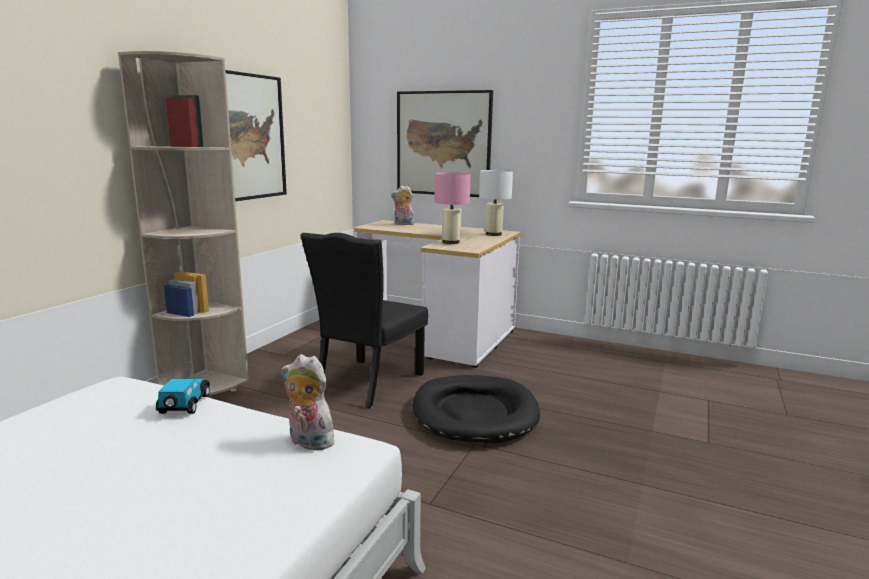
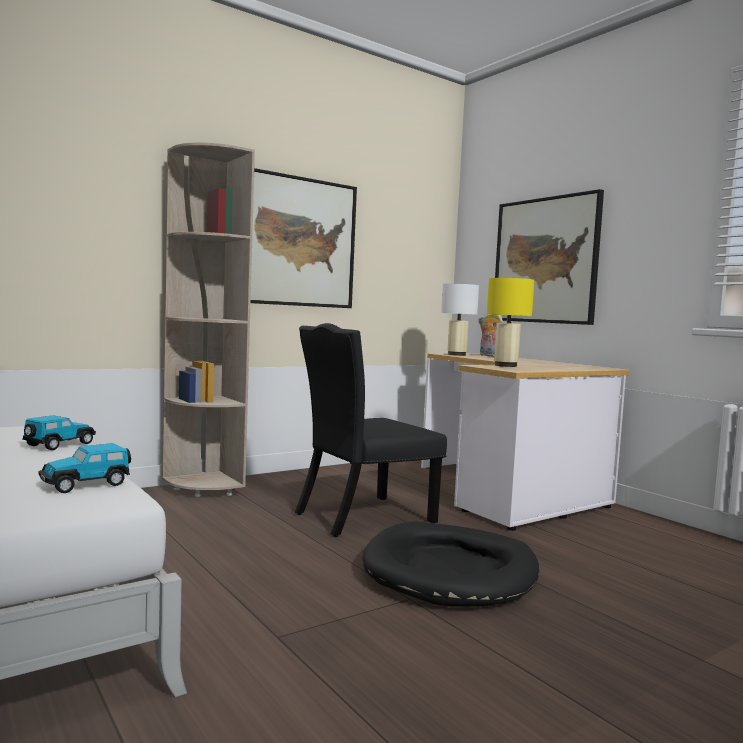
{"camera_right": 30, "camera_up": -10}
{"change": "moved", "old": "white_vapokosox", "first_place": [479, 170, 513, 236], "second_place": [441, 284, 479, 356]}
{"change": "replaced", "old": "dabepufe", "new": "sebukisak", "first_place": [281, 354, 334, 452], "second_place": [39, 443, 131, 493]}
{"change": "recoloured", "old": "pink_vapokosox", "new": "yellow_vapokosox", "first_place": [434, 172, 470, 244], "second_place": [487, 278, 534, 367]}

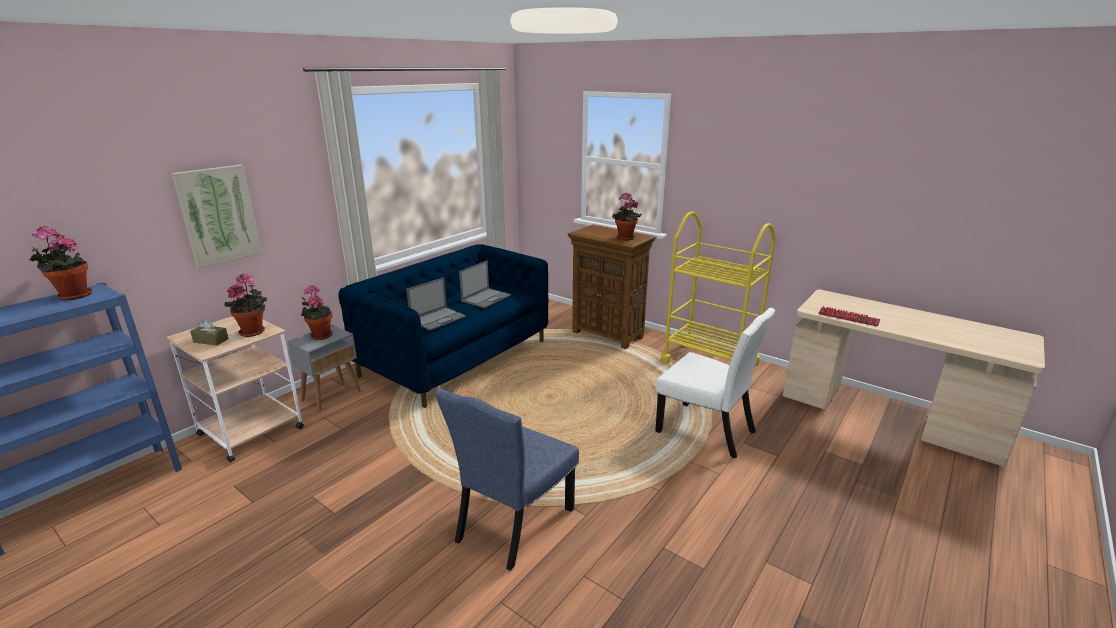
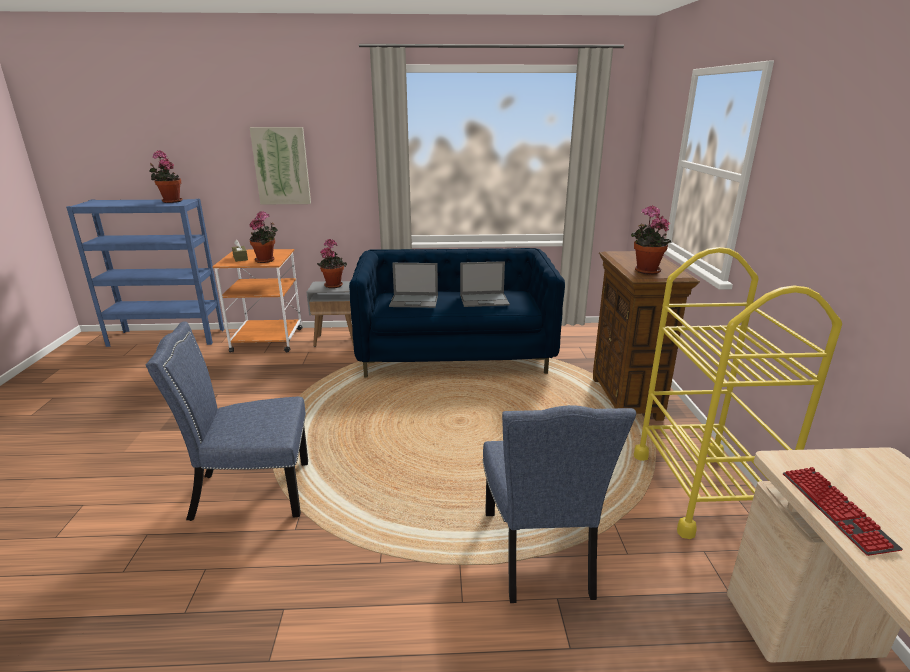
{"camera_right": 50, "camera_up": 0}
{"change": "recoloured", "old": "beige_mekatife", "new": "orange_mekatife", "first_place": [166, 317, 304, 462], "second_place": [212, 249, 303, 352]}
{"change": "recoloured", "old": "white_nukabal", "new": "blue_nukabal", "first_place": [655, 308, 775, 458], "second_place": [482, 405, 636, 603]}

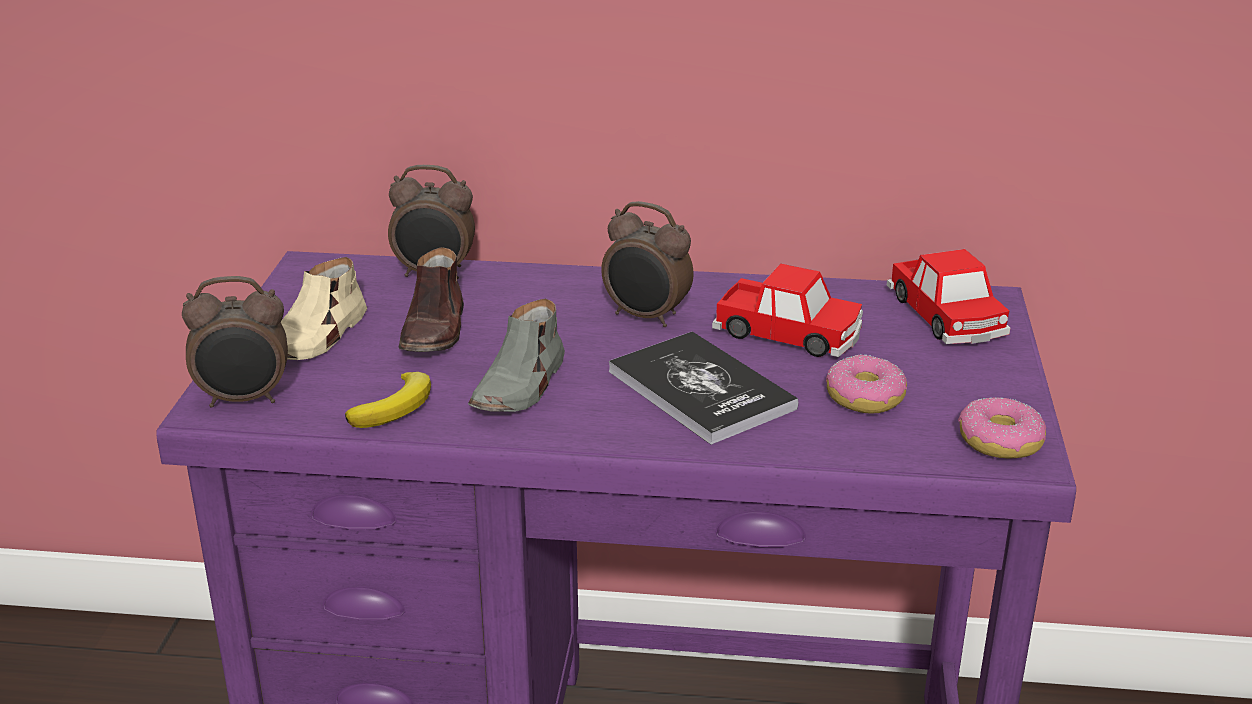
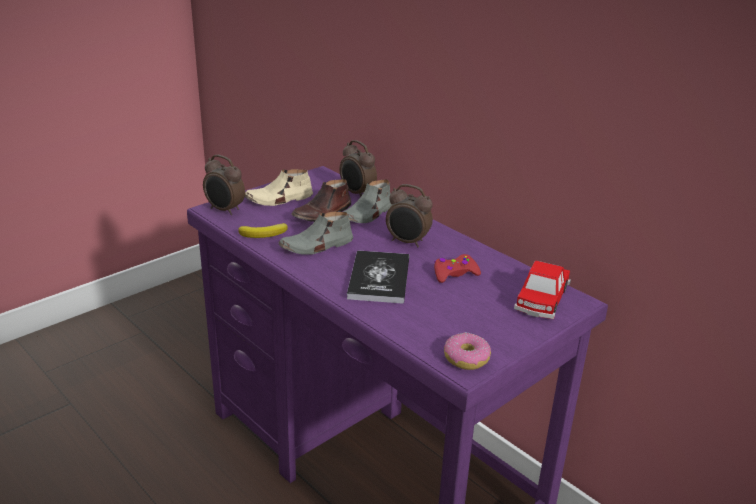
{"camera_right": 40, "camera_up": 0}
{"change": "removed", "old": "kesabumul", "first_place": [826, 354, 907, 414]}
{"change": "added", "new": "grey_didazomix", "second_place": [343, 179, 392, 223]}
{"change": "replaced", "old": "sebukisak", "new": "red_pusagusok", "first_place": [712, 263, 863, 357], "second_place": [434, 254, 481, 283]}
{"change": "turned", "old": "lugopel", "first_place": [601, 201, 694, 327], "second_place": [386, 184, 433, 248], "degrees": -45}

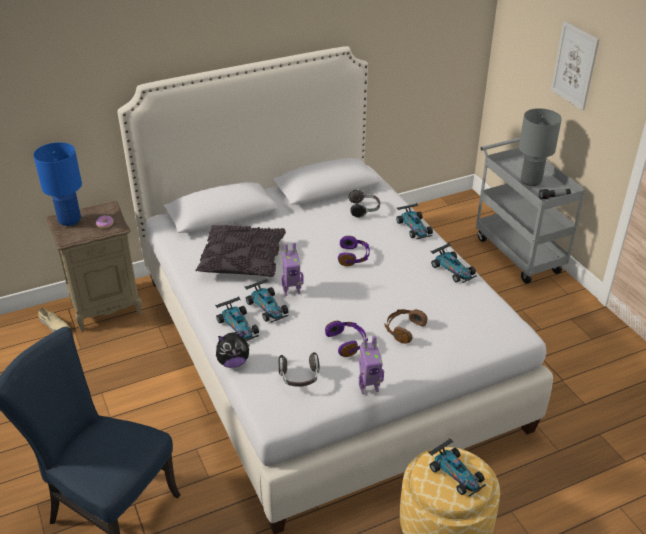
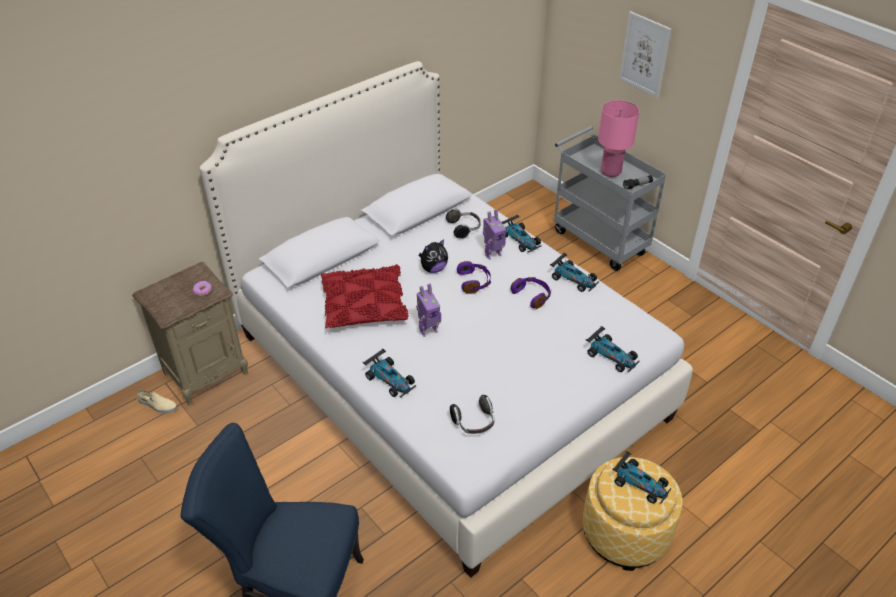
{"camera_right": -15, "camera_up": 5}
{"change": "removed", "old": "blue_vapokosox", "first_place": [33, 142, 82, 226]}
{"change": "removed", "old": "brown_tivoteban", "first_place": [385, 309, 427, 344]}
{"change": "moved", "old": "dabepufe", "first_place": [216, 331, 250, 368], "second_place": [418, 239, 448, 273]}
{"change": "moved", "old": "sebukisak", "first_place": [244, 278, 289, 323], "second_place": [586, 326, 640, 372]}
{"change": "moved", "old": "purple_tivoteban", "first_place": [325, 321, 368, 357], "second_place": [510, 277, 551, 309]}
{"change": "moved", "old": "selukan", "first_place": [358, 336, 384, 394], "second_place": [483, 209, 506, 260]}
{"change": "recoloured", "old": "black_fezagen", "new": "red_fezagen", "first_place": [195, 225, 286, 277], "second_place": [321, 264, 409, 328]}
{"change": "recoloured", "old": "grey_vapokosox", "new": "pink_vapokosox", "first_place": [519, 108, 562, 186], "second_place": [598, 100, 639, 177]}

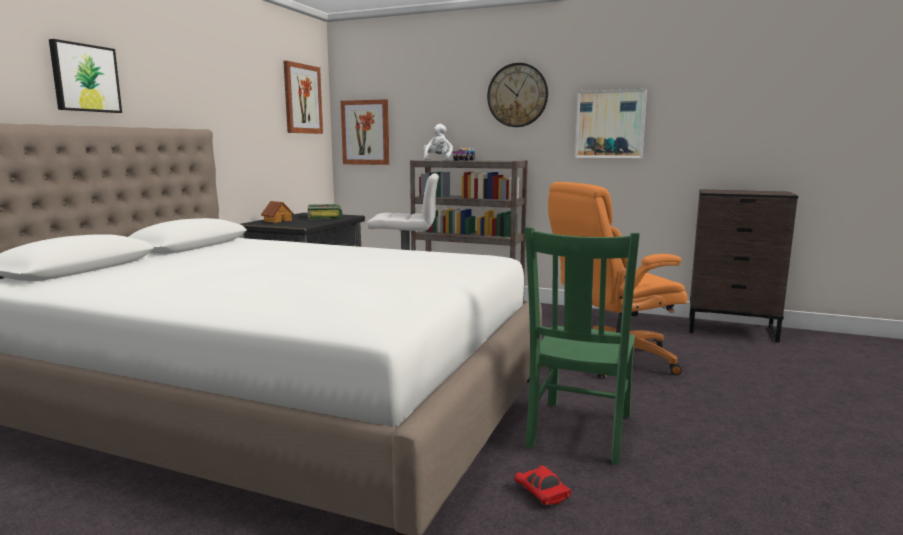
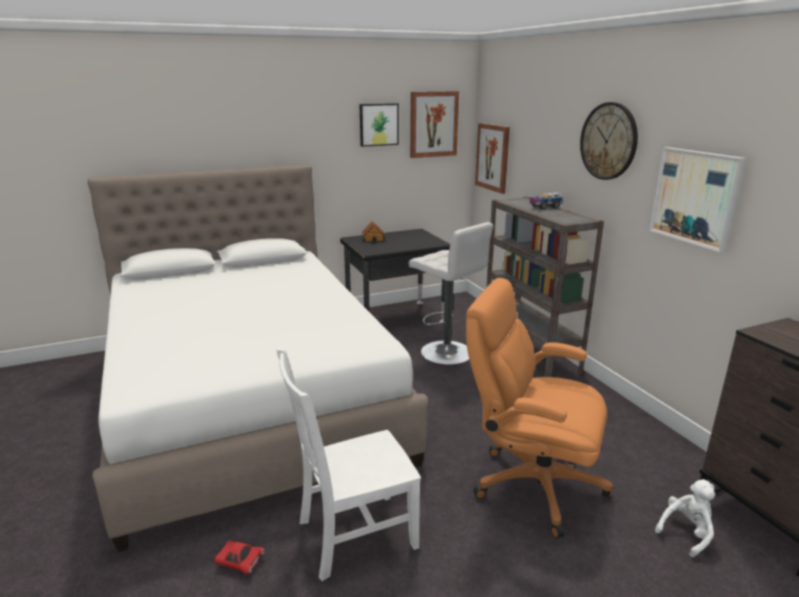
{"camera_right": 45, "camera_up": 10}
{"change": "removed", "old": "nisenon", "first_place": [307, 204, 343, 220]}
{"change": "moved", "old": "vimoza", "first_place": [49, 39, 122, 113], "second_place": [359, 103, 399, 147]}
{"change": "moved", "old": "white_dabepufe", "first_place": [424, 124, 453, 160], "second_place": [655, 479, 715, 557]}
{"change": "recoloured", "old": "green_nukabal", "new": "white_nukabal", "first_place": [525, 227, 640, 465], "second_place": [276, 347, 421, 581]}
{"change": "turned", "old": "red_sebukisak", "first_place": [514, 466, 571, 505], "second_place": [214, 540, 265, 575], "degrees": 90}

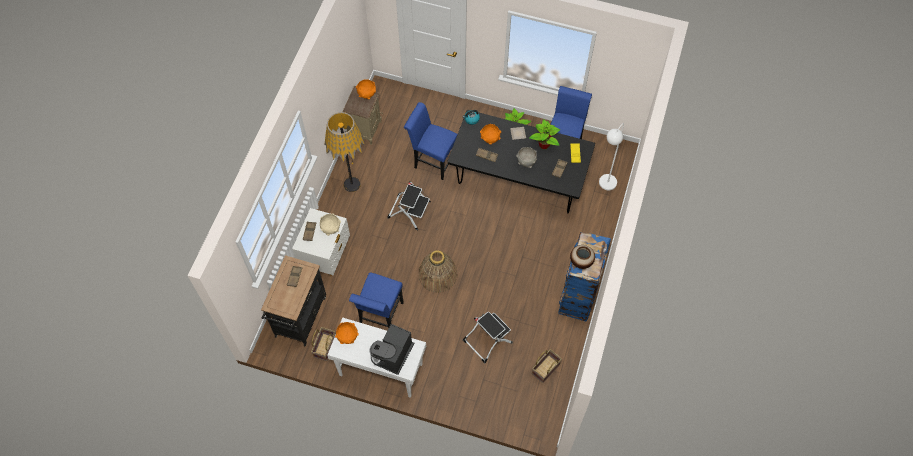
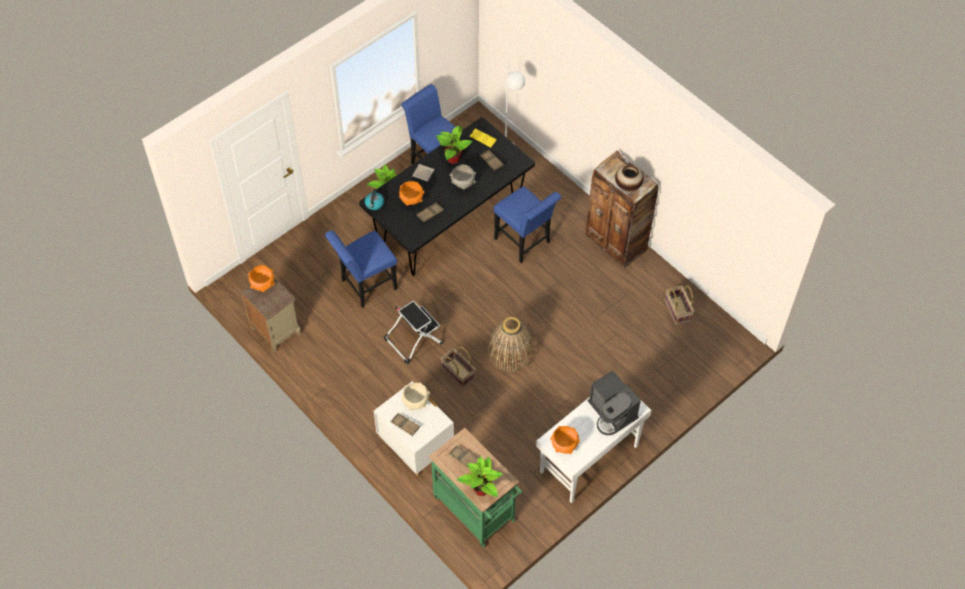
{"camera_right": -60, "camera_up": -5}
{"change": "removed", "old": "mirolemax", "first_place": [324, 112, 365, 192]}
{"change": "removed", "old": "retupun", "first_place": [463, 312, 513, 363]}
{"change": "added", "new": "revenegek", "second_place": [457, 456, 503, 497]}
{"change": "moved", "old": "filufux", "first_place": [311, 327, 336, 361], "second_place": [440, 346, 476, 388]}
{"change": "moved", "old": "blue_nukabal", "first_place": [349, 272, 404, 328], "second_place": [494, 186, 562, 263]}
{"change": "recoloured", "old": "black_mekatife", "new": "green_mekatife", "first_place": [261, 255, 326, 346], "second_place": [429, 428, 522, 548]}
{"change": "recoloured", "old": "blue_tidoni", "new": "brown_tidoni", "first_place": [558, 232, 611, 321], "second_place": [585, 150, 659, 268]}

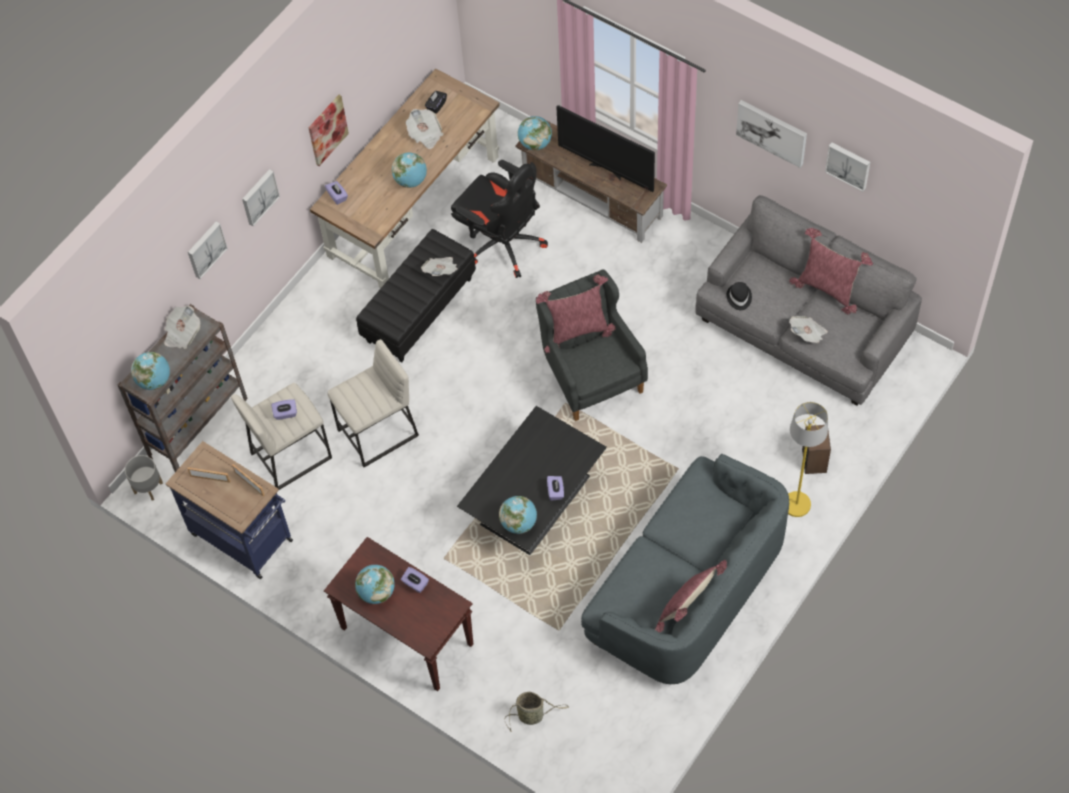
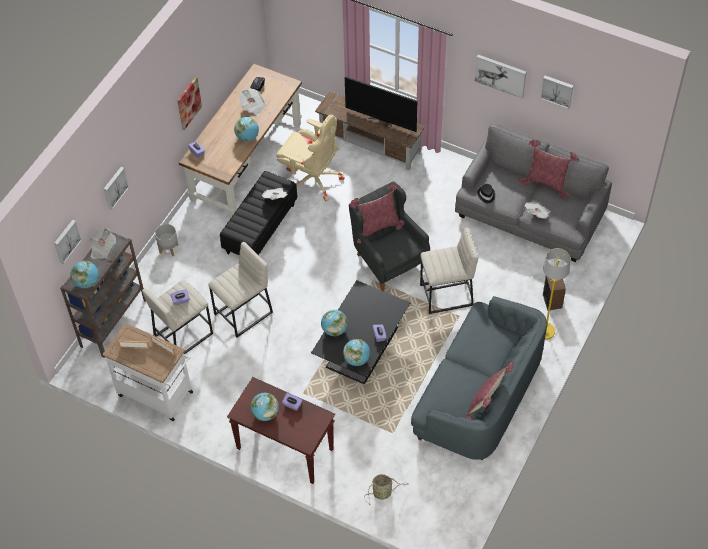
{"camera_right": -10, "camera_up": -5}
{"change": "added", "new": "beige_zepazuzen", "second_place": [420, 228, 478, 314]}
{"change": "moved", "old": "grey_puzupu", "first_place": [125, 455, 163, 501], "second_place": [155, 224, 178, 256]}
{"change": "moved", "old": "vimoza", "first_place": [242, 169, 280, 226], "second_place": [54, 220, 82, 264]}
{"change": "moved", "old": "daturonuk", "first_place": [518, 116, 552, 151], "second_place": [321, 310, 348, 336]}
{"change": "recoloured", "old": "blue_mekatife", "new": "white_mekatife", "first_place": [166, 441, 293, 579], "second_place": [102, 323, 193, 421]}
{"change": "recoloured", "old": "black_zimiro", "new": "beige_zimiro", "first_place": [451, 160, 548, 278], "second_place": [276, 114, 345, 201]}

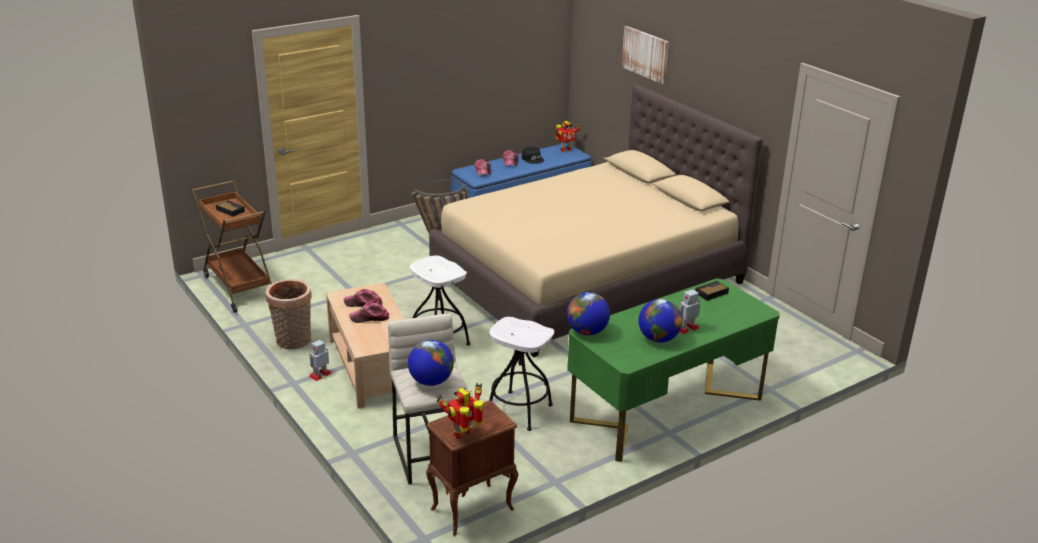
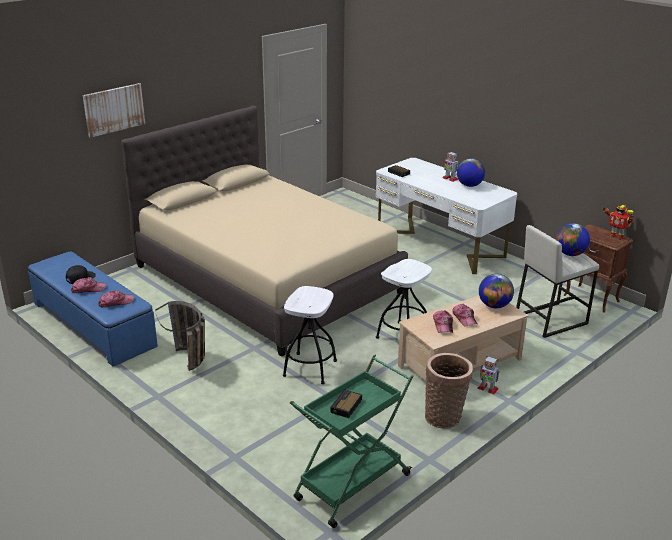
{"camera_right": -100, "camera_up": 0}
{"change": "removed", "old": "selukan", "first_place": [554, 121, 582, 152]}
{"change": "moved", "old": "white_zepazuzen", "first_place": [489, 317, 555, 431], "second_place": [283, 286, 337, 384]}
{"change": "moved", "old": "daturonuk", "first_place": [567, 292, 610, 335], "second_place": [479, 274, 514, 308]}
{"change": "recoloured", "old": "brown_mekatife", "new": "green_mekatife", "first_place": [191, 179, 272, 313], "second_place": [289, 354, 413, 528]}
{"change": "recoloured", "old": "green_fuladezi", "new": "white_fuladezi", "first_place": [567, 278, 780, 462], "second_place": [376, 158, 517, 274]}

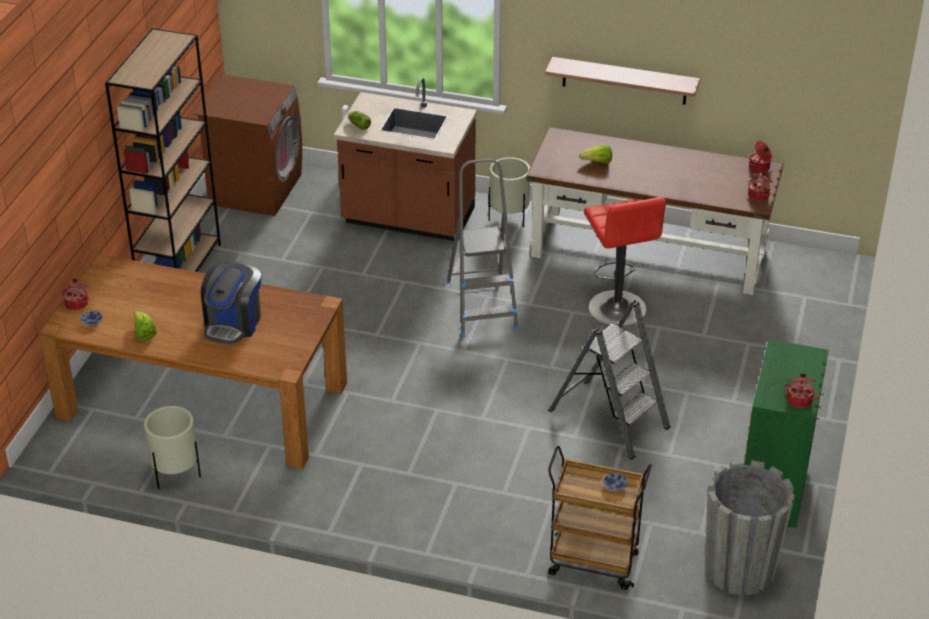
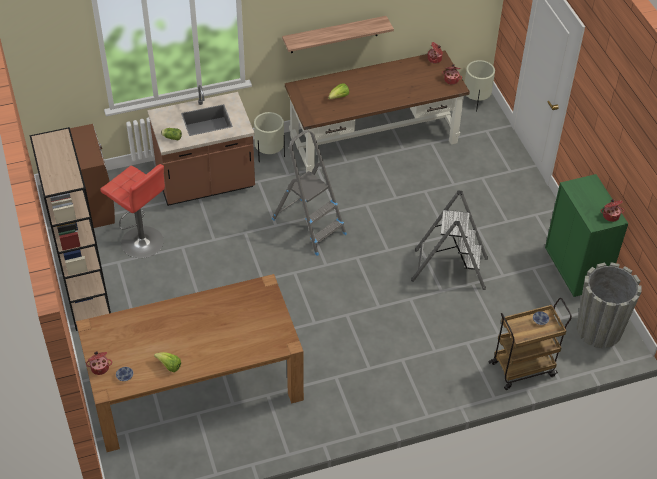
{"camera_right": -35, "camera_up": 10}
{"change": "removed", "old": "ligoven", "first_place": [201, 261, 261, 344]}
{"change": "moved", "old": "beige_puzupu", "first_place": [144, 406, 201, 489], "second_place": [465, 60, 495, 112]}
{"change": "moved", "old": "red_zepazuzen", "first_place": [584, 197, 666, 326], "second_place": [100, 164, 165, 258]}

